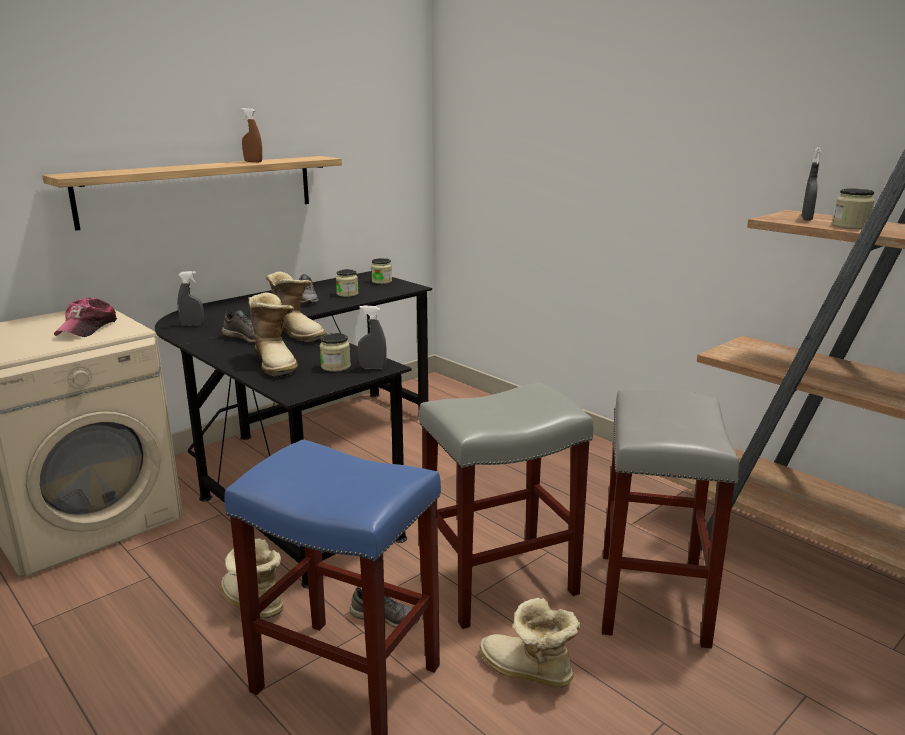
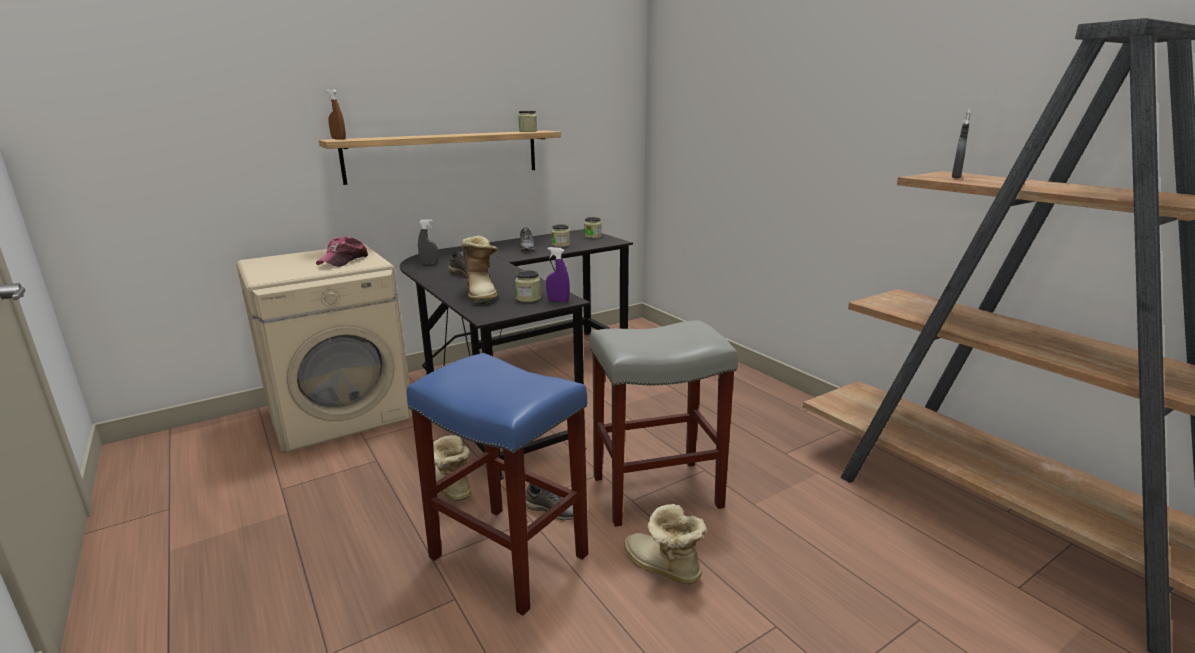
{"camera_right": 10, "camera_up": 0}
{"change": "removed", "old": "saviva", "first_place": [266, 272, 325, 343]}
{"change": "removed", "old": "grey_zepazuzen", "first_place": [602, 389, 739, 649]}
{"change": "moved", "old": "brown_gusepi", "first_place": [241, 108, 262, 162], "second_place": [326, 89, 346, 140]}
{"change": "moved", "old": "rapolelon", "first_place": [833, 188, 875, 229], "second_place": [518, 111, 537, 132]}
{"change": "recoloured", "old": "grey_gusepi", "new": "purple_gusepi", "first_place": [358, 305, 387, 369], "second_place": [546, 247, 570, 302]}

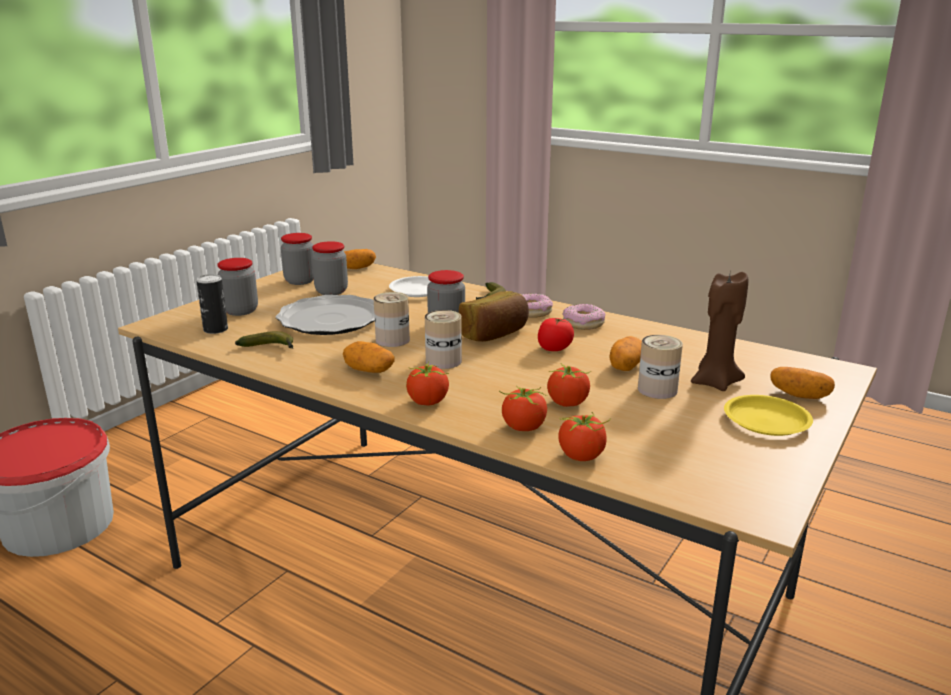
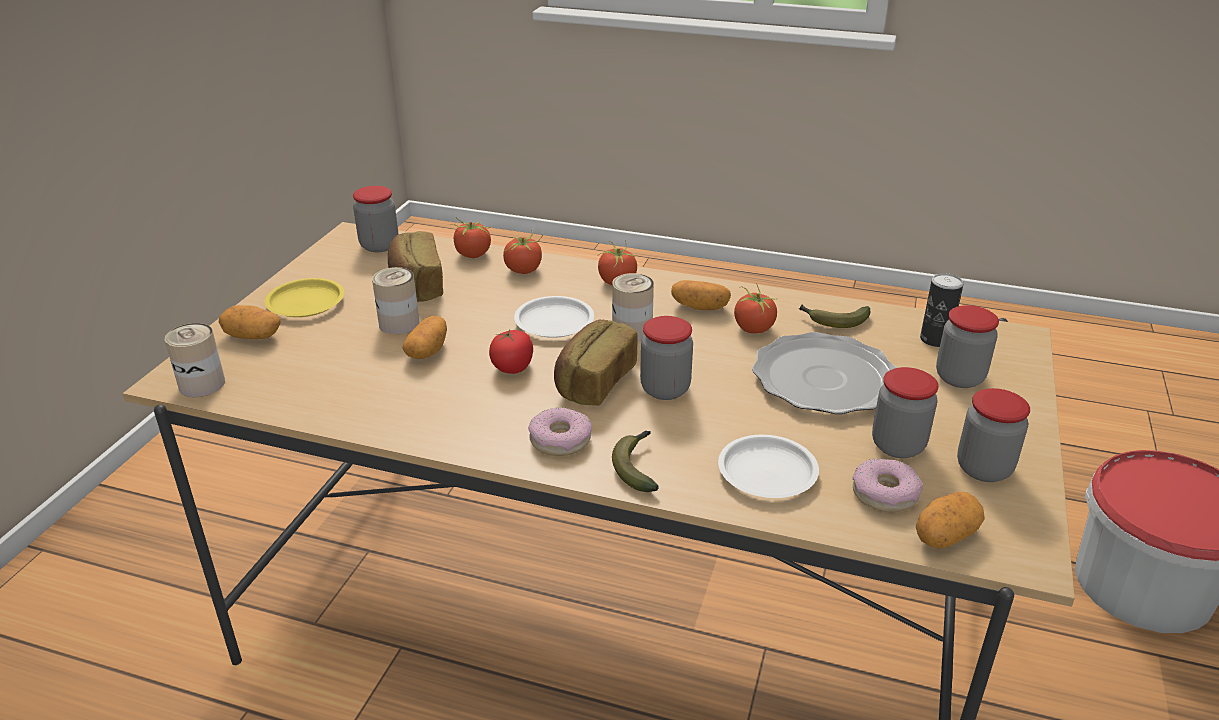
{"camera_right": 165, "camera_up": 10}
{"change": "removed", "old": "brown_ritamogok", "first_place": [691, 272, 748, 391]}
{"change": "added", "new": "rapolelon", "second_place": [353, 186, 399, 252]}
{"change": "added", "new": "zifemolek", "second_place": [388, 231, 443, 302]}
{"change": "added", "new": "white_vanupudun", "second_place": [514, 296, 594, 338]}
{"change": "moved", "old": "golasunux", "first_place": [374, 292, 410, 347], "second_place": [165, 323, 225, 397]}
{"change": "moved", "old": "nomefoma", "first_place": [547, 363, 591, 407], "second_place": [734, 283, 778, 334]}
{"change": "moved", "old": "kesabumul", "first_place": [562, 304, 606, 330], "second_place": [852, 459, 922, 512]}

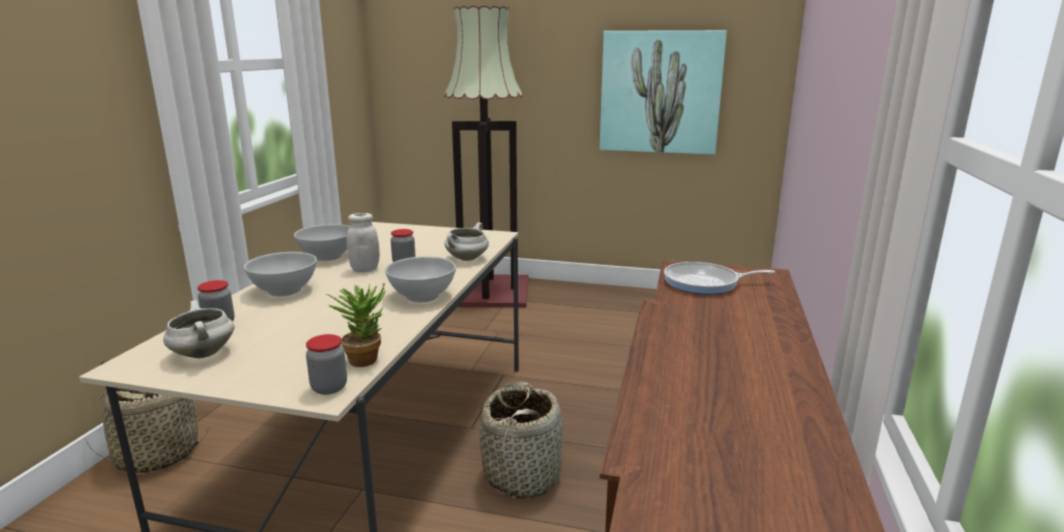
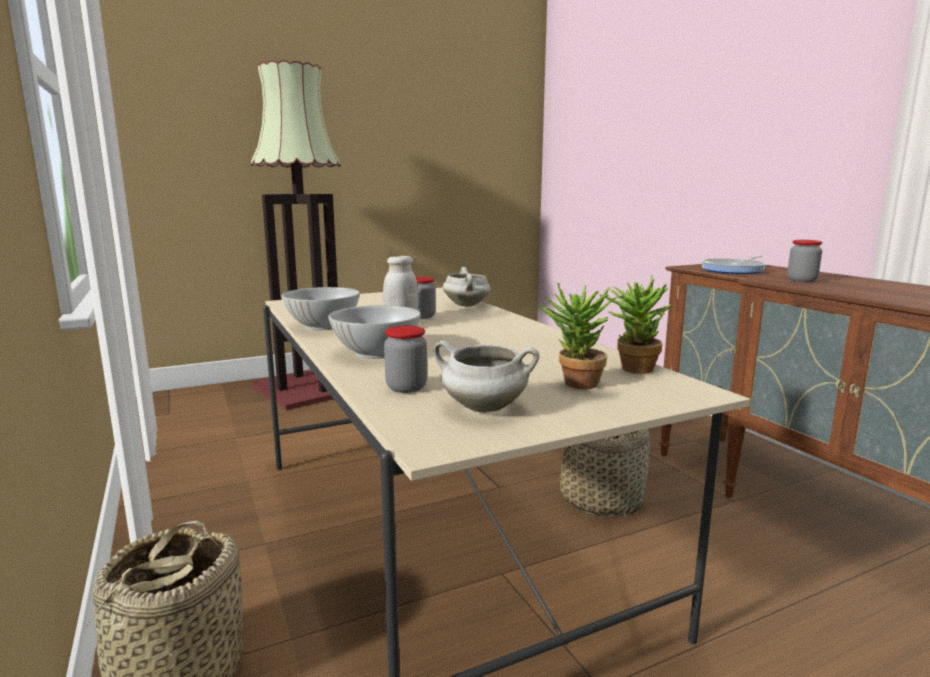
{"camera_right": -40, "camera_up": -5}
{"change": "removed", "old": "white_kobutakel", "first_place": [385, 256, 456, 302]}
{"change": "removed", "old": "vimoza", "first_place": [600, 30, 727, 155]}
{"change": "added", "new": "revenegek", "second_place": [538, 282, 619, 389]}
{"change": "moved", "old": "rapolelon", "first_place": [306, 334, 347, 395], "second_place": [787, 240, 822, 282]}

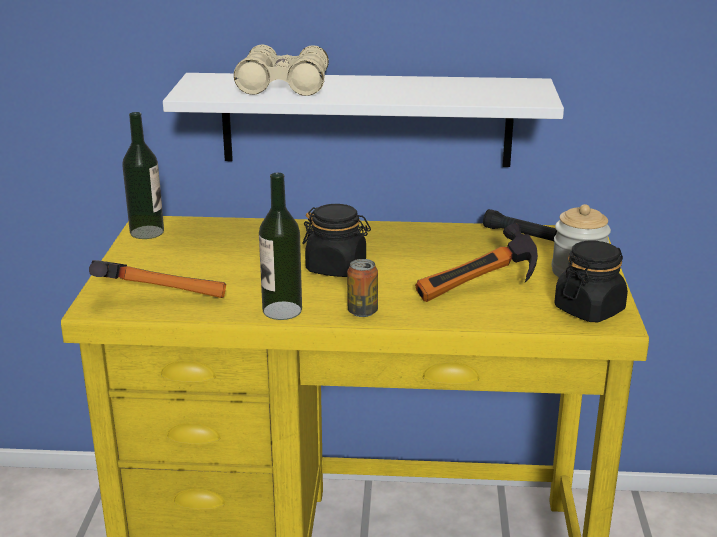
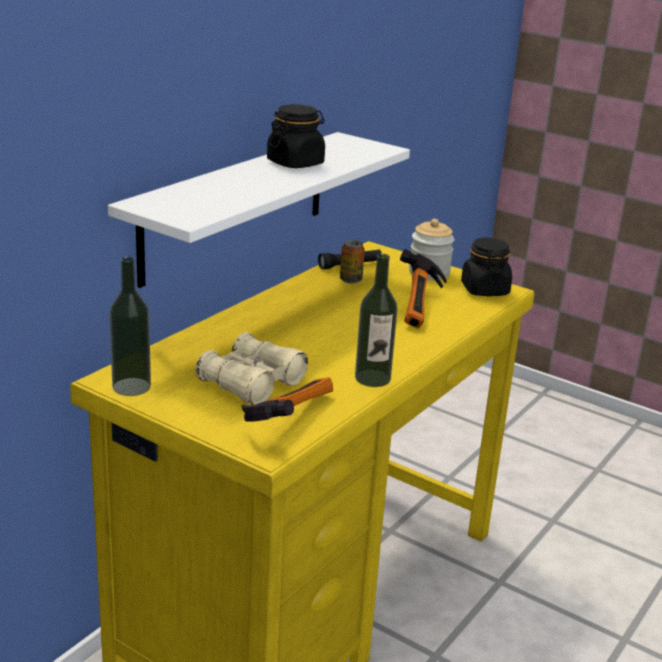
{"camera_right": -60, "camera_up": 0}
{"change": "moved", "old": "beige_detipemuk", "first_place": [234, 44, 329, 96], "second_place": [195, 332, 308, 405]}
{"change": "moved", "old": "black_rapolelon", "first_place": [302, 204, 371, 277], "second_place": [267, 104, 325, 168]}
{"change": "moved", "old": "golasunux", "first_place": [347, 259, 378, 317], "second_place": [340, 240, 365, 284]}

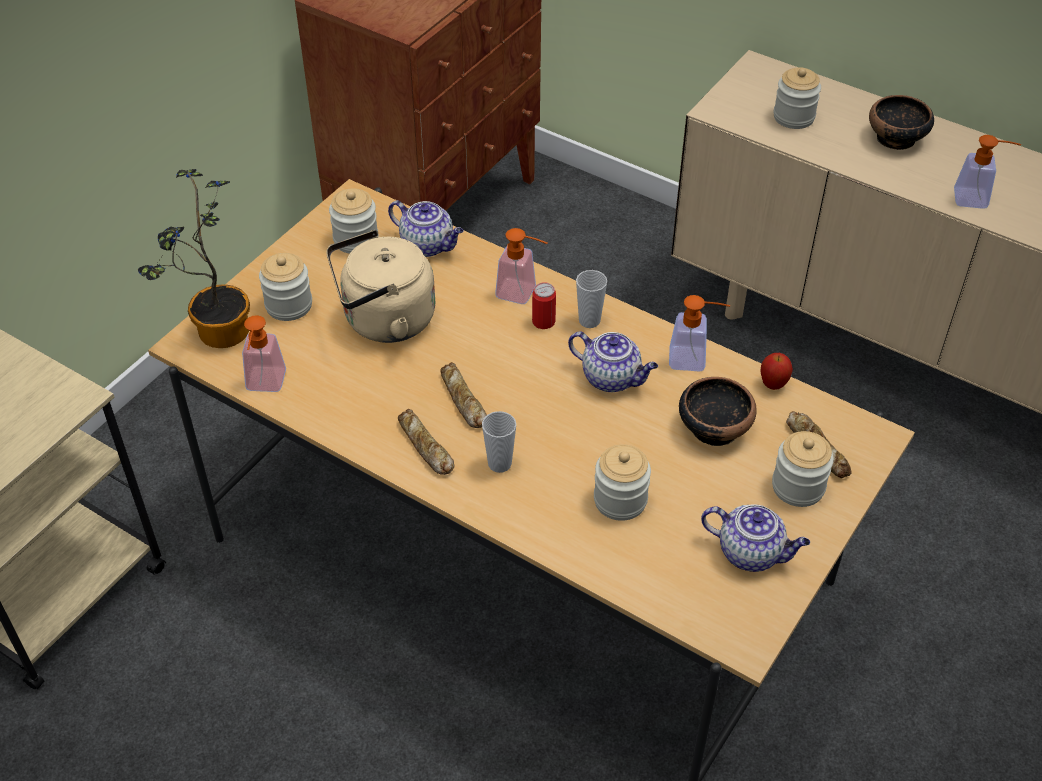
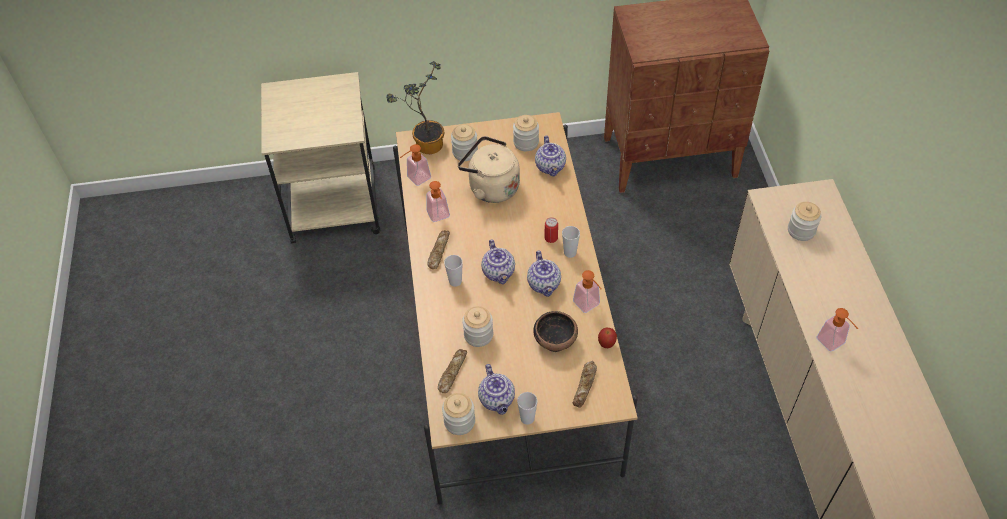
{"camera_right": 50, "camera_up": 5}
{"change": "removed", "old": "kobutakel", "first_place": [869, 95, 934, 150]}
{"change": "added", "new": "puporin", "second_place": [481, 239, 515, 284]}
{"change": "added", "new": "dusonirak", "second_place": [517, 392, 538, 425]}
{"change": "moved", "old": "zifemolek", "first_place": [440, 362, 487, 428], "second_place": [438, 349, 467, 393]}
{"change": "moved", "old": "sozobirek", "first_place": [495, 228, 547, 304], "second_place": [427, 181, 450, 222]}
{"change": "moved", "old": "rapolelon", "first_place": [772, 431, 834, 507], "second_place": [442, 393, 475, 435]}

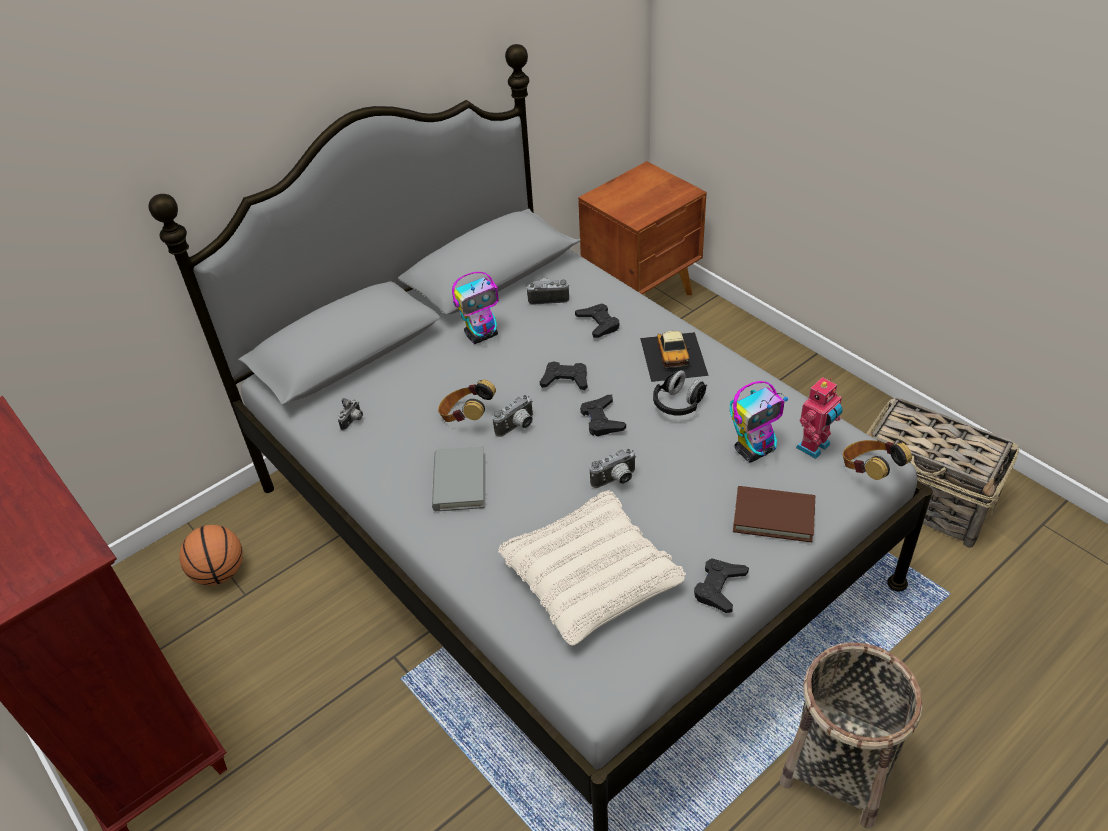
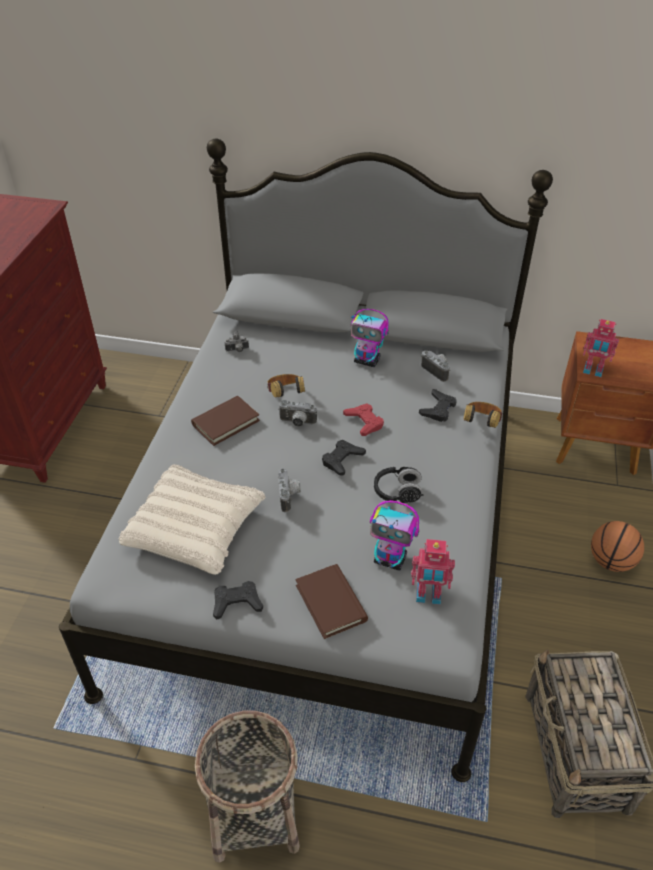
{"camera_right": 50, "camera_up": 0}
{"change": "removed", "old": "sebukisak", "first_place": [640, 331, 709, 382]}
{"change": "added", "new": "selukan", "second_place": [583, 319, 619, 377]}
{"change": "moved", "old": "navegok", "first_place": [180, 525, 243, 585], "second_place": [591, 521, 644, 572]}
{"change": "moved", "old": "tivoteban", "first_place": [843, 440, 912, 480], "second_place": [464, 402, 503, 428]}
{"change": "recoloured", "old": "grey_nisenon", "new": "brown_nisenon", "first_place": [432, 446, 485, 511], "second_place": [191, 396, 260, 446]}
{"change": "recoloured", "old": "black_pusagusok", "new": "red_pusagusok", "first_place": [540, 361, 588, 390], "second_place": [343, 403, 384, 436]}
{"change": "turned", "old": "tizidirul", "first_place": [590, 448, 636, 488], "second_place": [278, 468, 301, 513], "degrees": -120}

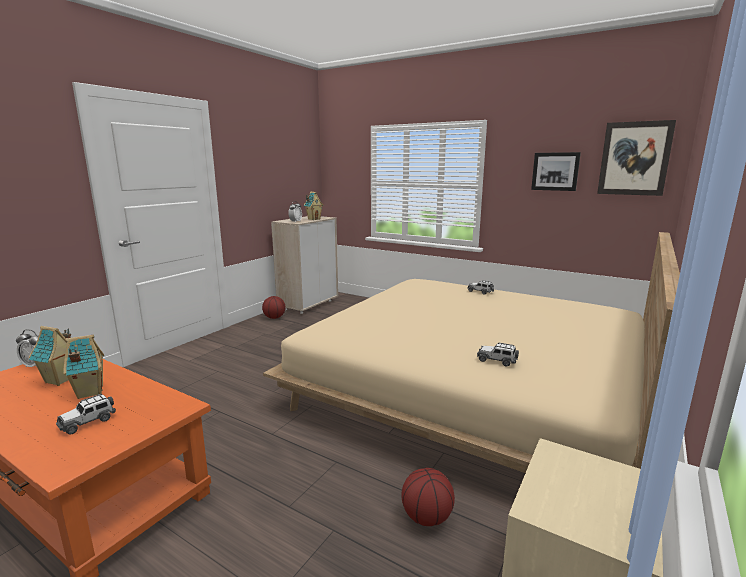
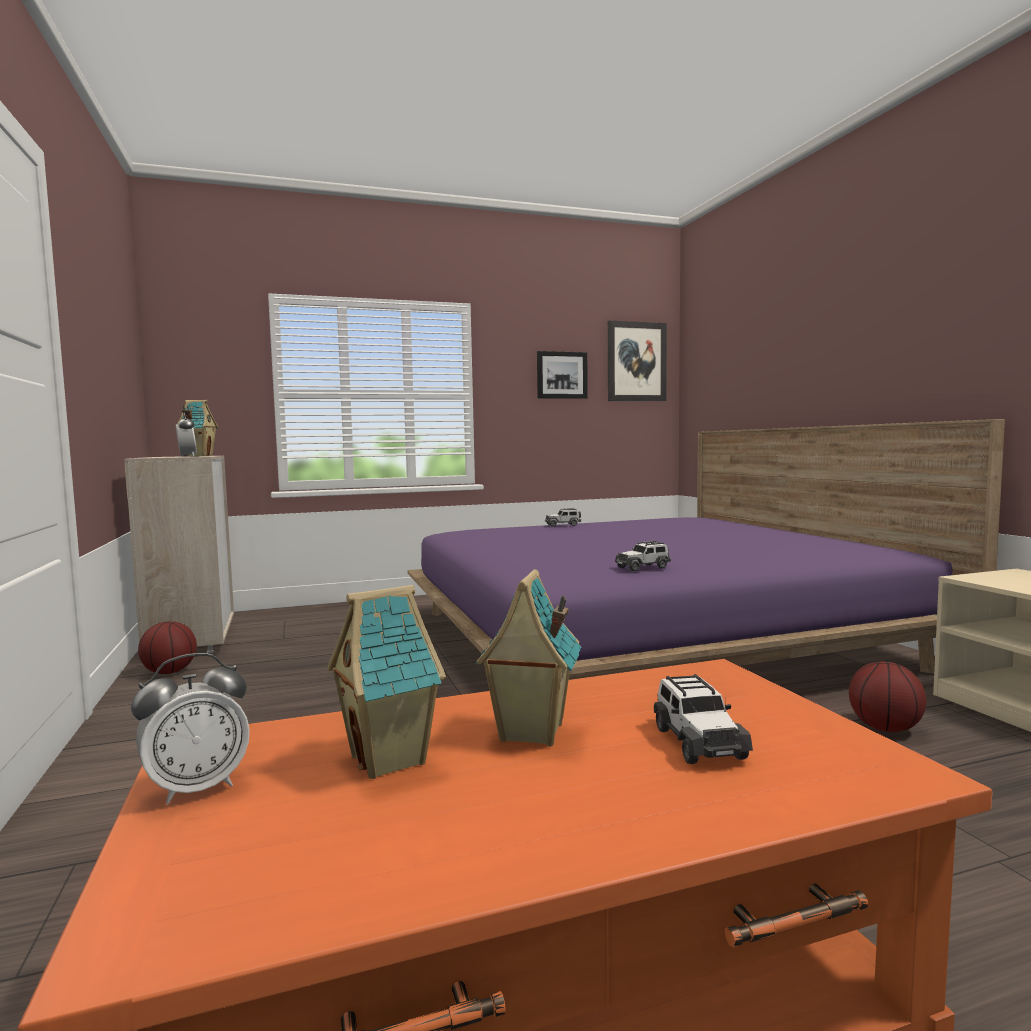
{"camera_right": -50, "camera_up": -10}
{"change": "moved", "old": "sebukisak", "first_place": [477, 343, 519, 366], "second_place": [615, 541, 671, 572]}
{"change": "recoloured", "old": "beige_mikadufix", "new": "purple_mikadufix", "first_place": [263, 232, 680, 473], "second_place": [407, 419, 1005, 680]}

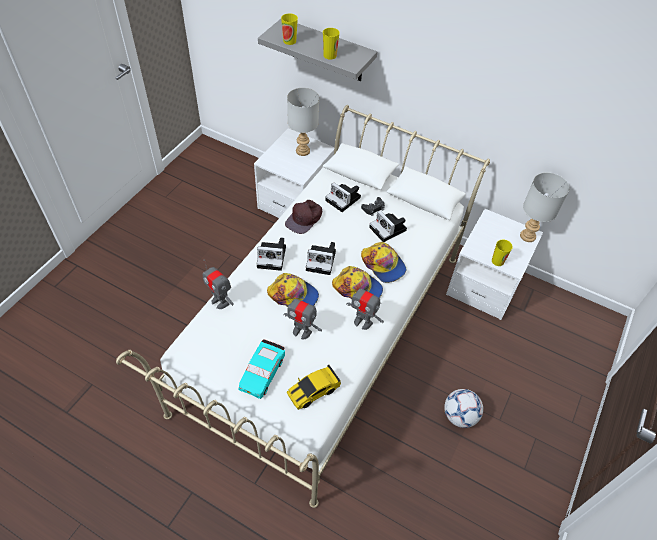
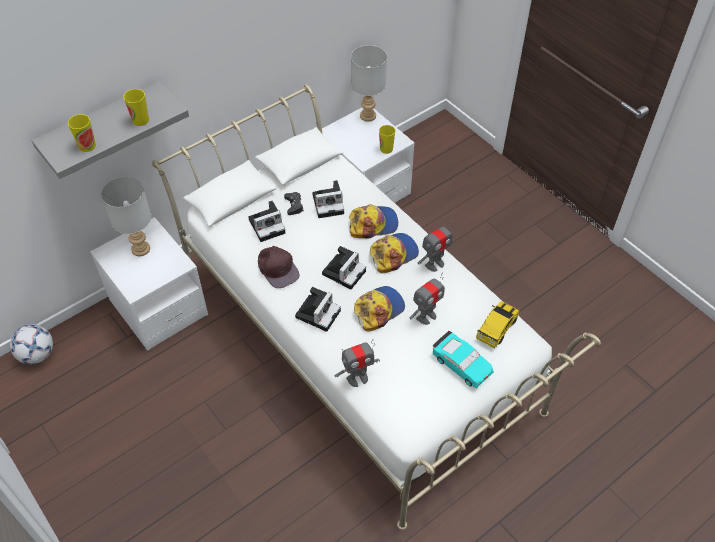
{"camera_right": -65, "camera_up": 0}
{"change": "moved", "old": "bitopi", "first_place": [444, 389, 483, 428], "second_place": [10, 324, 53, 364]}
{"change": "turned", "old": "sebukisak", "first_place": [287, 365, 341, 410], "second_place": [476, 301, 519, 349], "degrees": -135}

